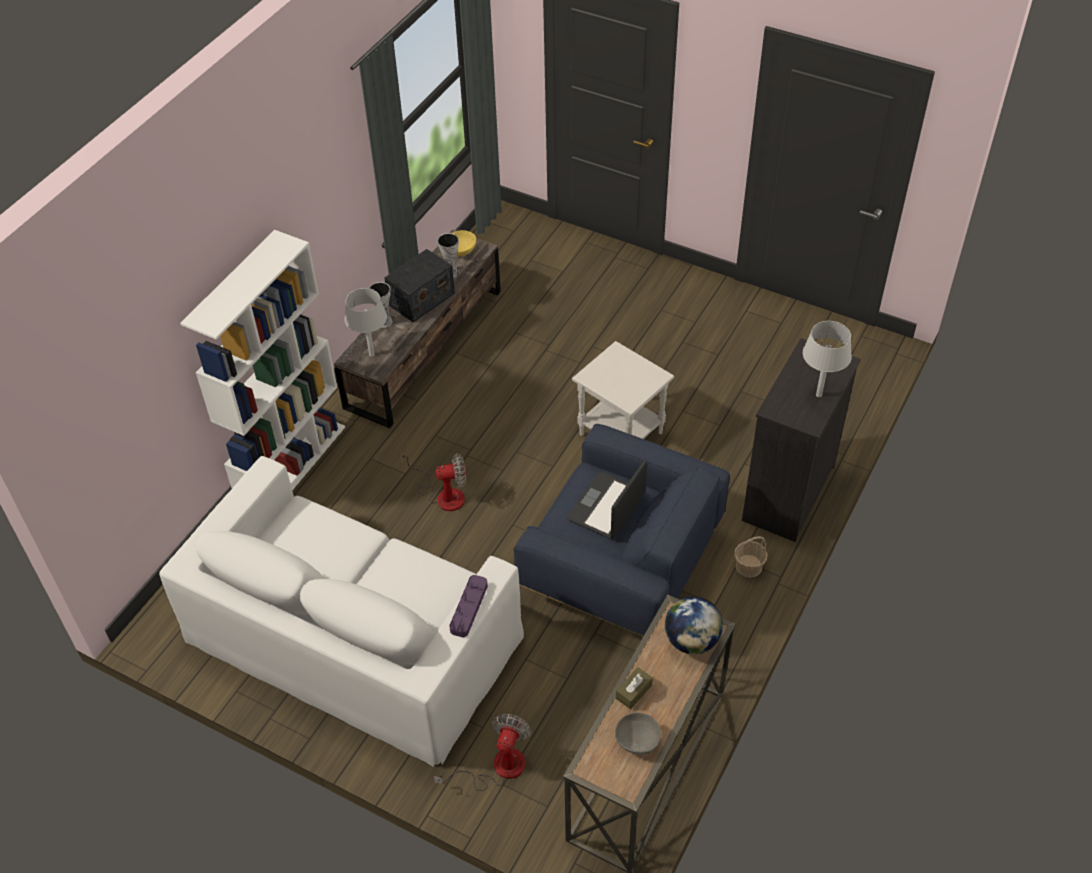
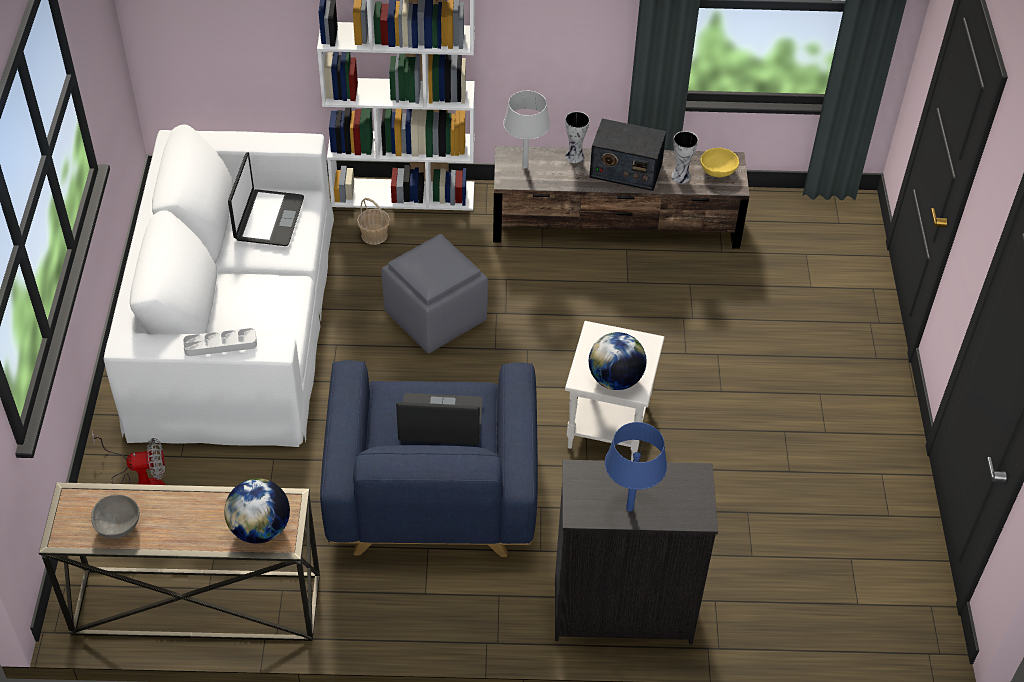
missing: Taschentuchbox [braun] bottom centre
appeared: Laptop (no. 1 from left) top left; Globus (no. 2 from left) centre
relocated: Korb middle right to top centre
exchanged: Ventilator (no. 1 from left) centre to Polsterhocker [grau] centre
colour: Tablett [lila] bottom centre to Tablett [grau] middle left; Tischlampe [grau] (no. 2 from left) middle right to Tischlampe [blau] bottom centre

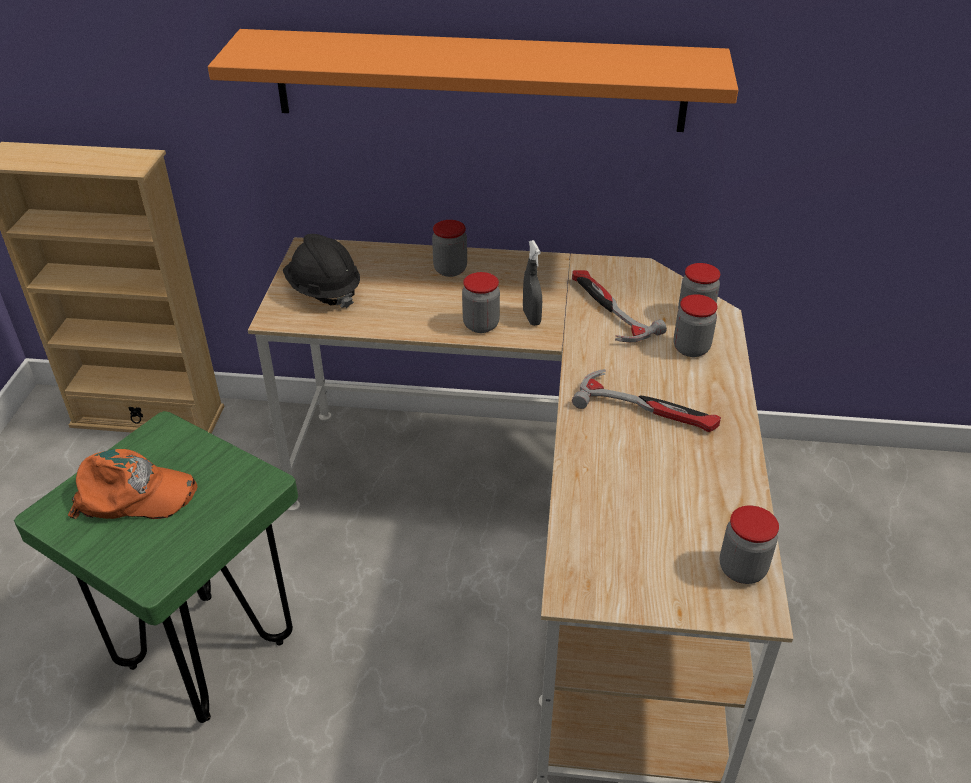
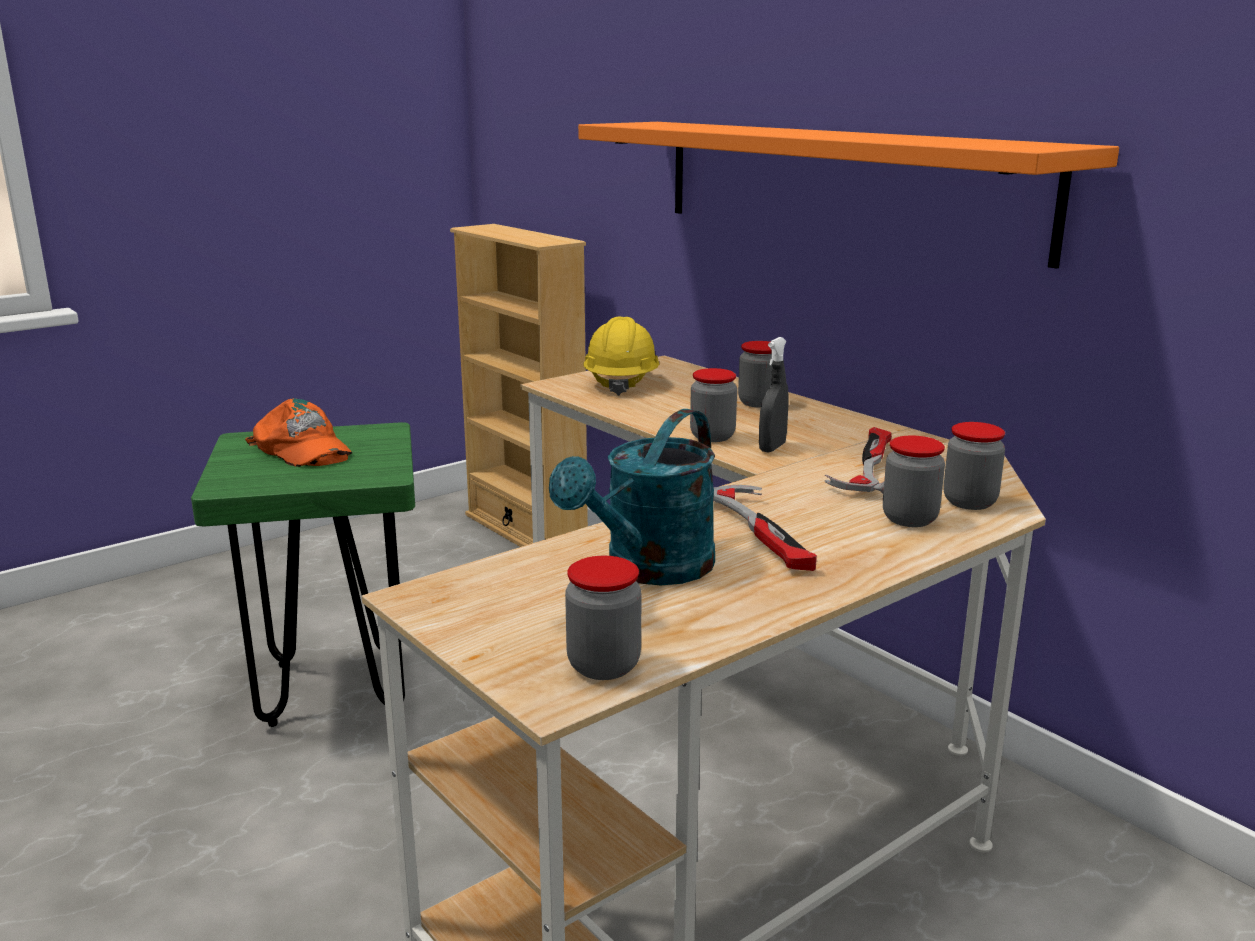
appeared: Gießkanne [türkis] centre
colour: Schutzhelm [schwarz] middle left to Schutzhelm [gelb] centre

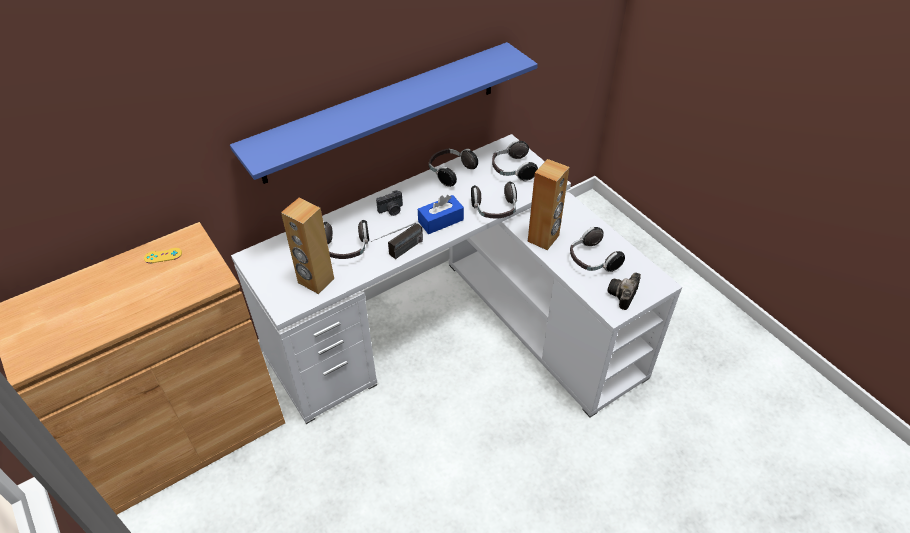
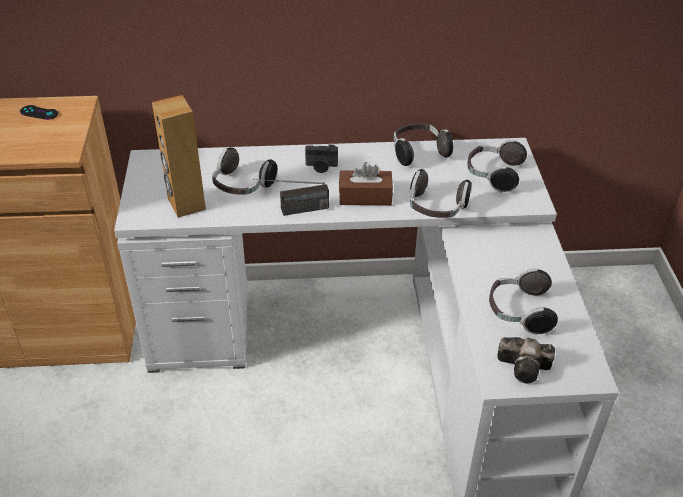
missing: Wandregal [blau] top centre; Lautsprecher [braun] (no. 2 from left) centre
colour: Gamepad [gelb] middle left to Gamepad [schwarz] top left; Taschentuchbox [blau] centre to Taschentuchbox [braun] centre
spun: Kamera (no. 2 from left) middle right = bottom right 135 degrees counterclockwise

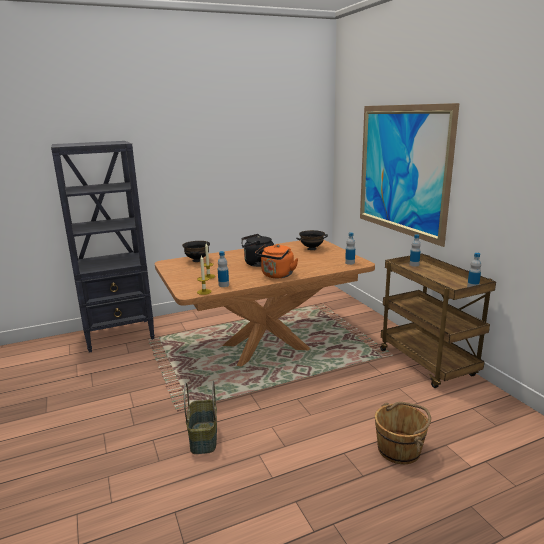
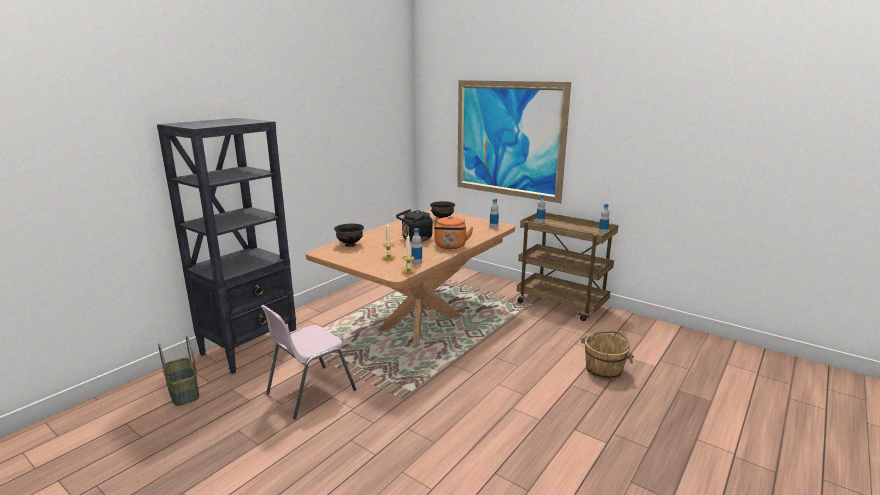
appeared: Stuhl [rosa] bottom centre
relocated: Korb bottom centre to bottom left

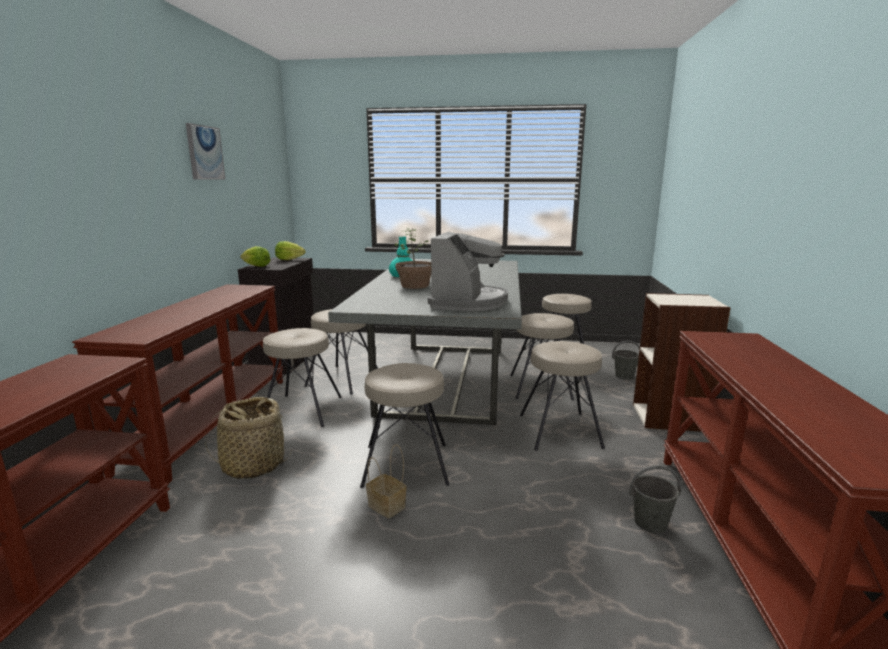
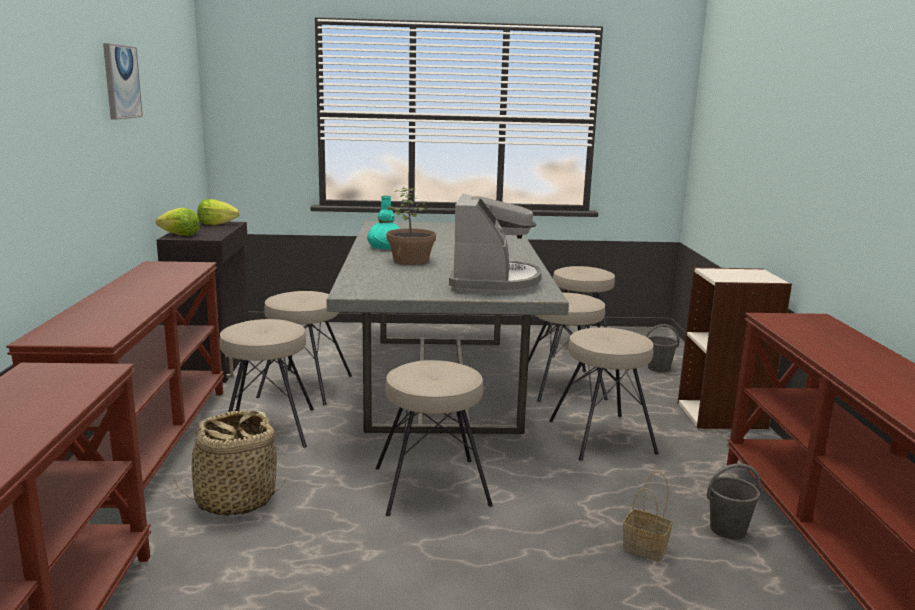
relocated: Korb (no. 2 from left) bottom centre to bottom right

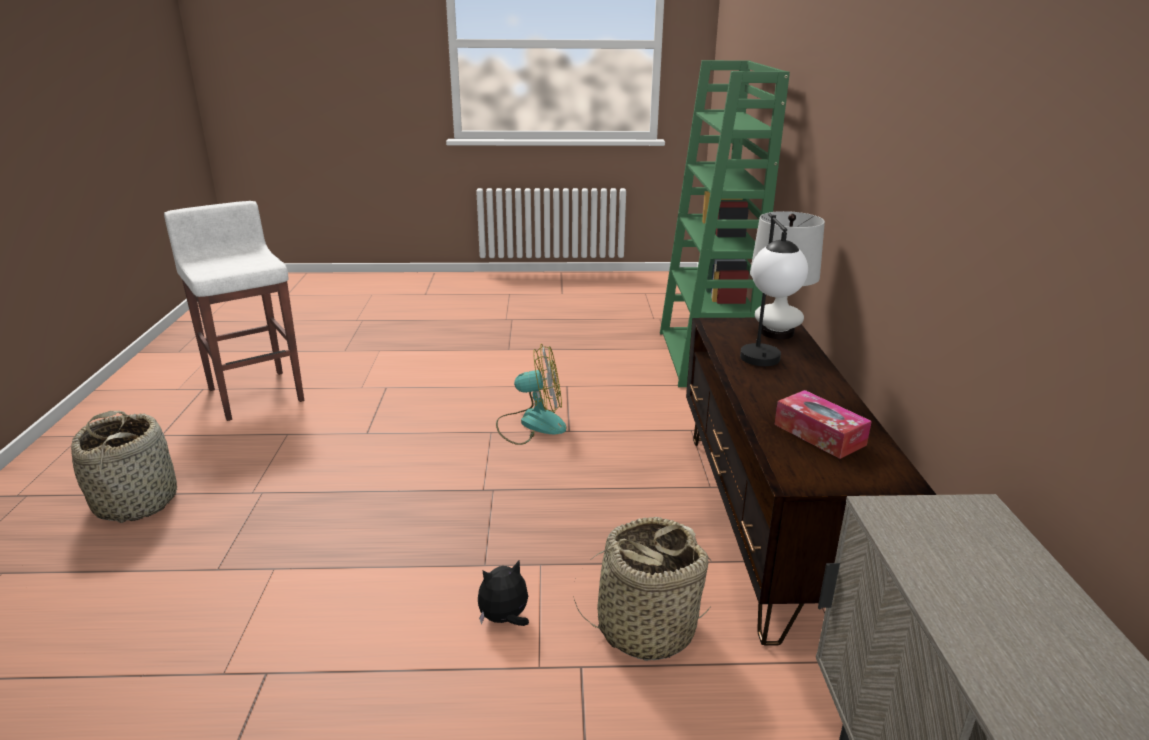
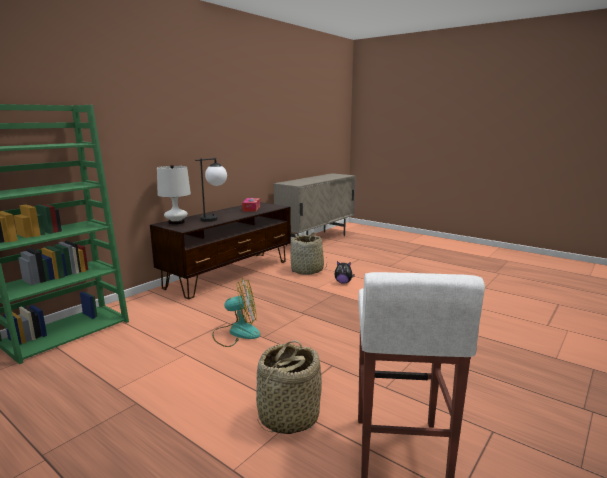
relocated: Korb (no. 1 from left) middle left to bottom centre
spun: Ventilator centre = centre 135 degrees clockwise

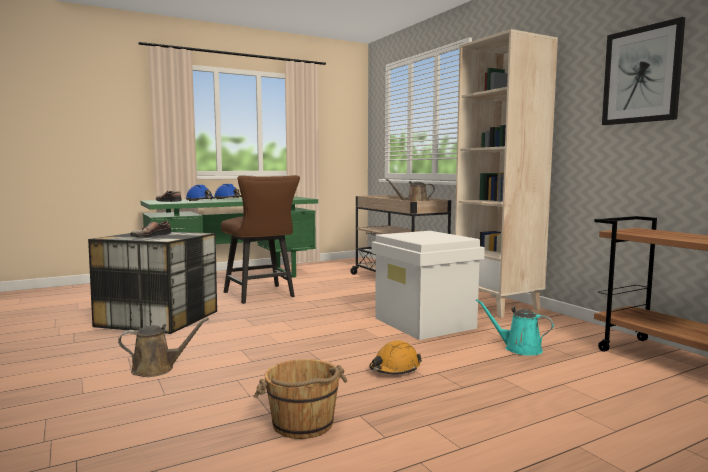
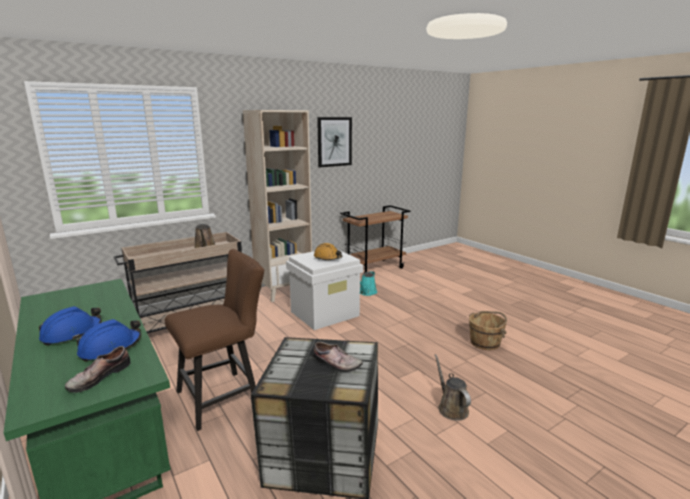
relocated: Schutzhelm [orange] bottom centre to centre

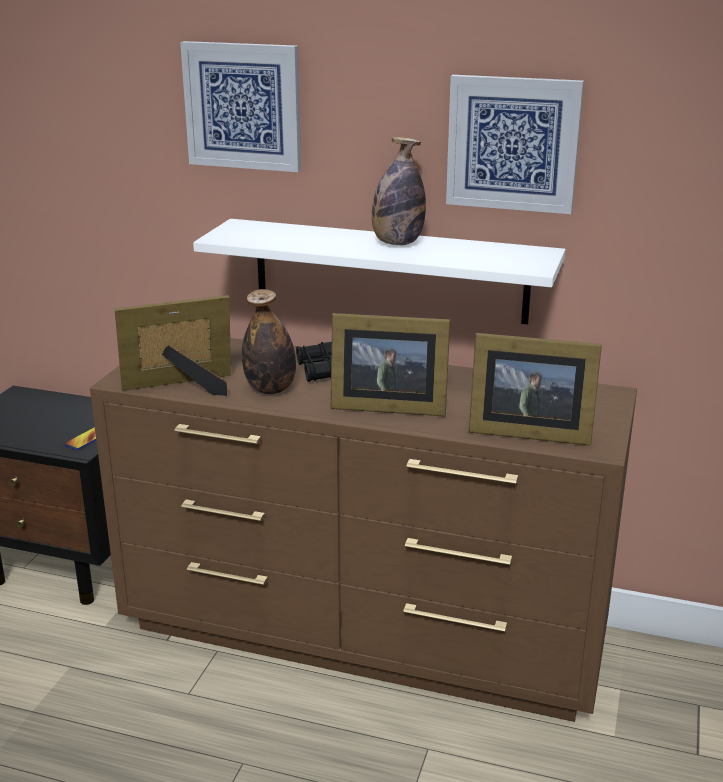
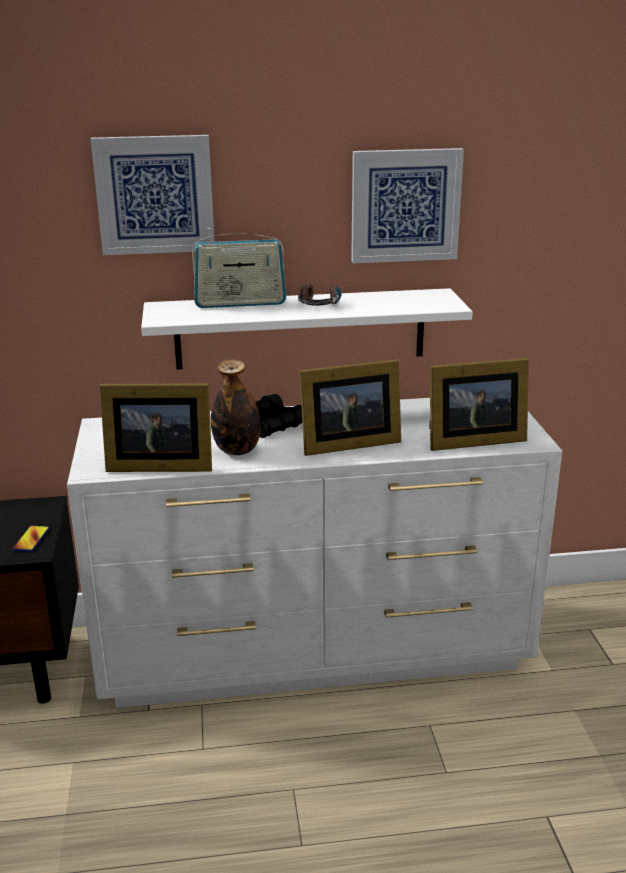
appeared: Radio top centre
exchanged: Flasche (no. 2 from left) top centre to Kopfhörer centre
colour: Kommode [braun] bottom centre to Kommode [weiß] centre
spun: Bilderrahmen (no. 1 from left) middle left = middle left 135 degrees counterclockwise

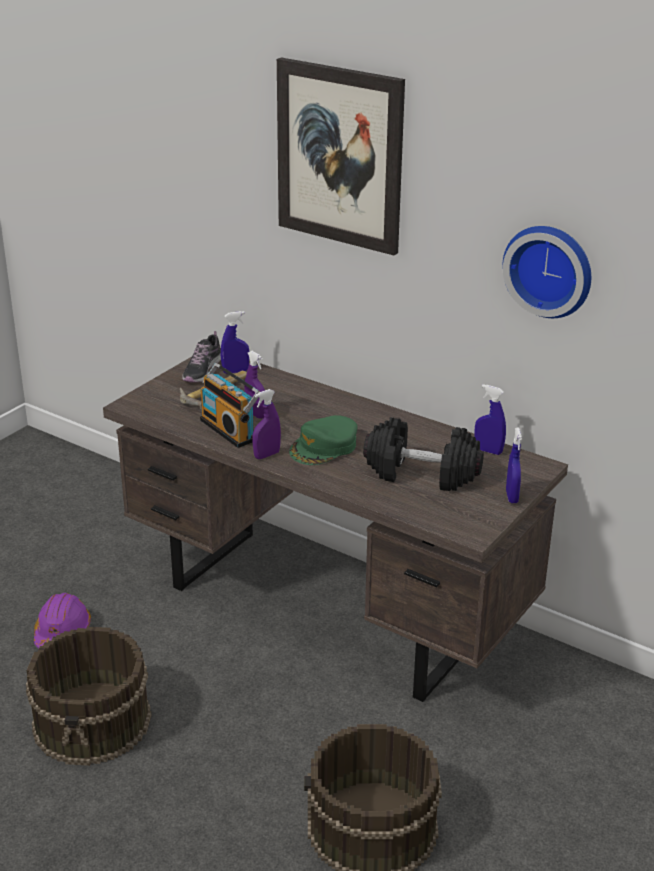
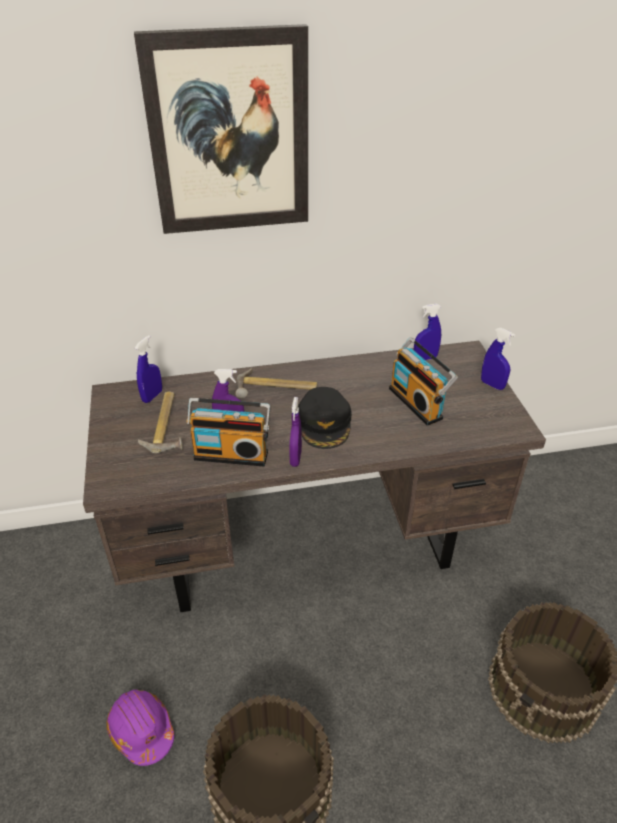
missing: Schuh middle left; Wanduhr top right
appeared: Hammer (no. 2 from left) centre
exchanged: Hantel [schwarz] centre to Radio (no. 2 from left) middle right
colour: Kappe [grün] centre to Kappe [schwarz] centre

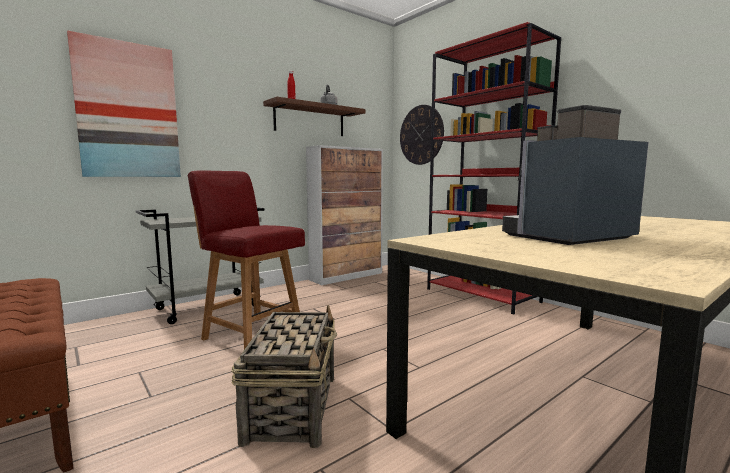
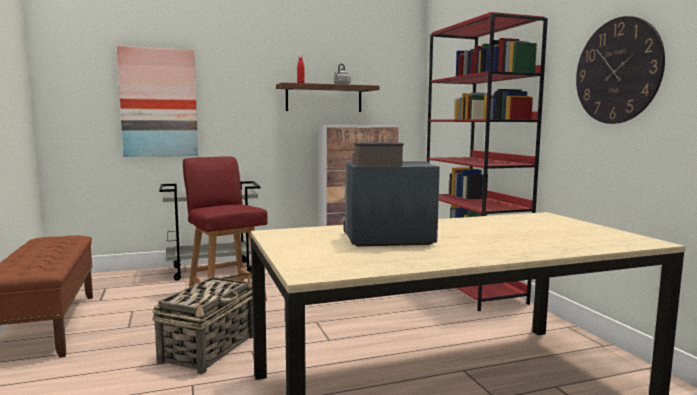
relocated: Wanduhr top centre to top right

